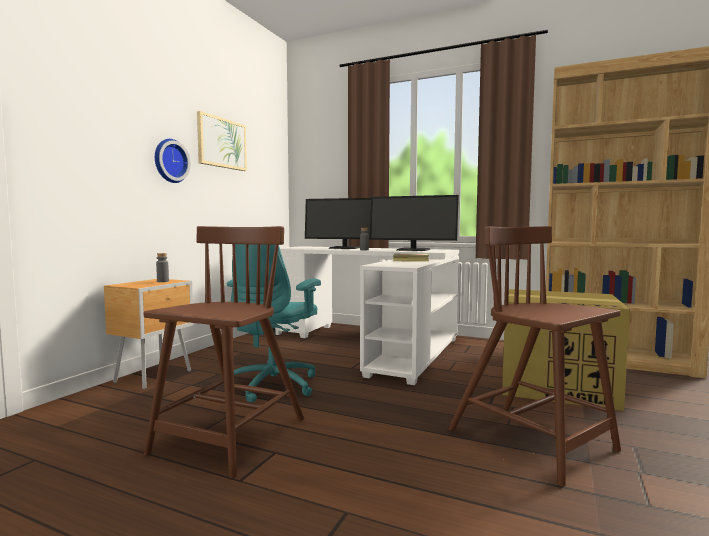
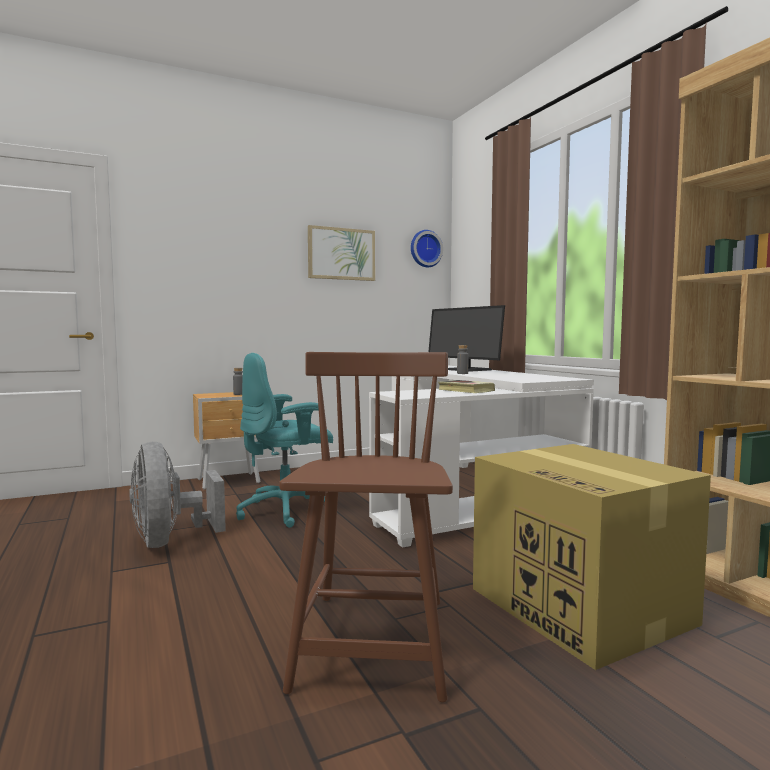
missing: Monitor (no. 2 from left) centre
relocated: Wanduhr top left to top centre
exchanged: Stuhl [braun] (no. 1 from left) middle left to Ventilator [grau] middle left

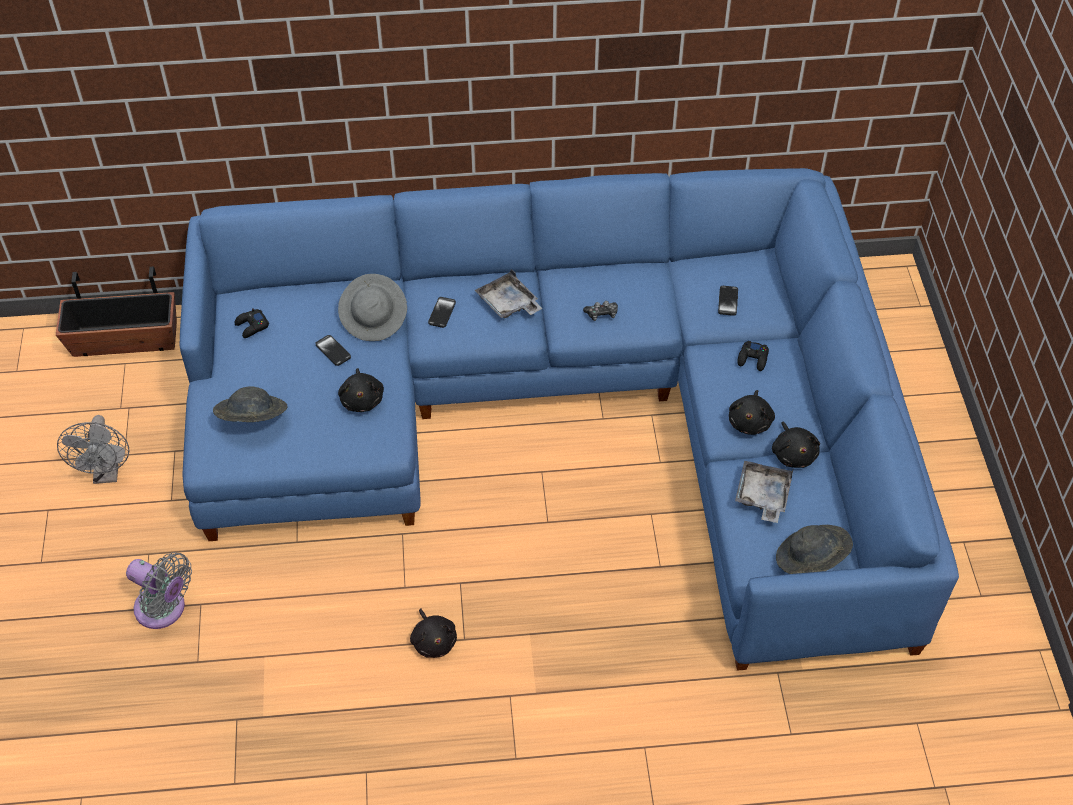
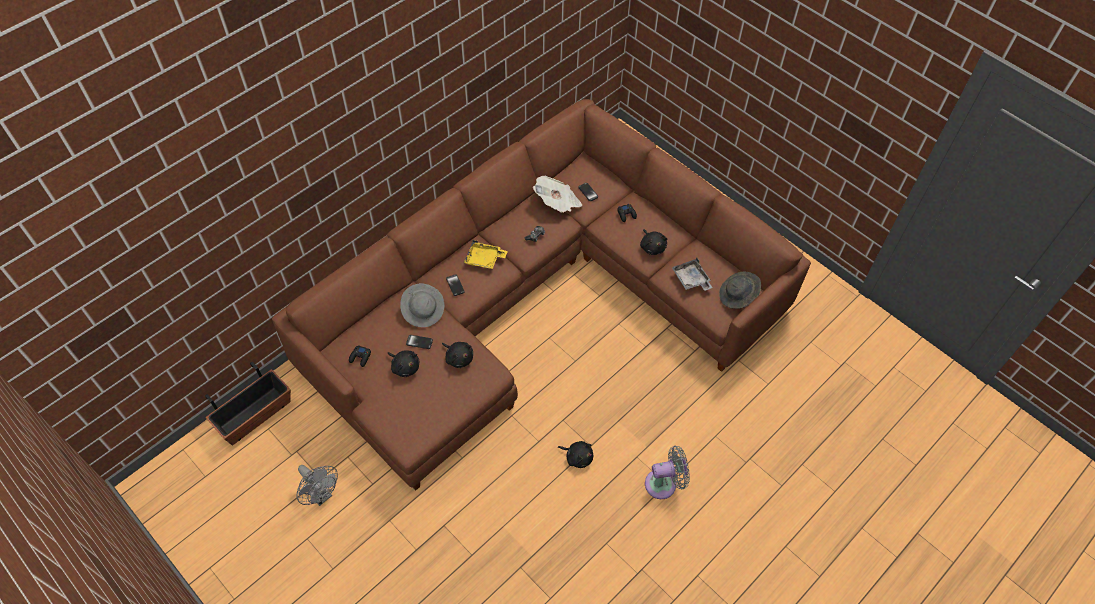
missing: Hut [grau] (no. 1 from left) middle left
appeared: Zeitung top centre
relocated: Plüschtier [schwarz] (no. 4 from left in the first image) middle right to Plüschtier [schwarz] (no. 1 from left) centre; Ventilator [grau] (no. 2 from left) bottom left to bottom centre
colour: Sofa [blau] centre to Sofa [braun] centre; Tablett [grau] (no. 1 from left) centre to Tablett [gelb] centre

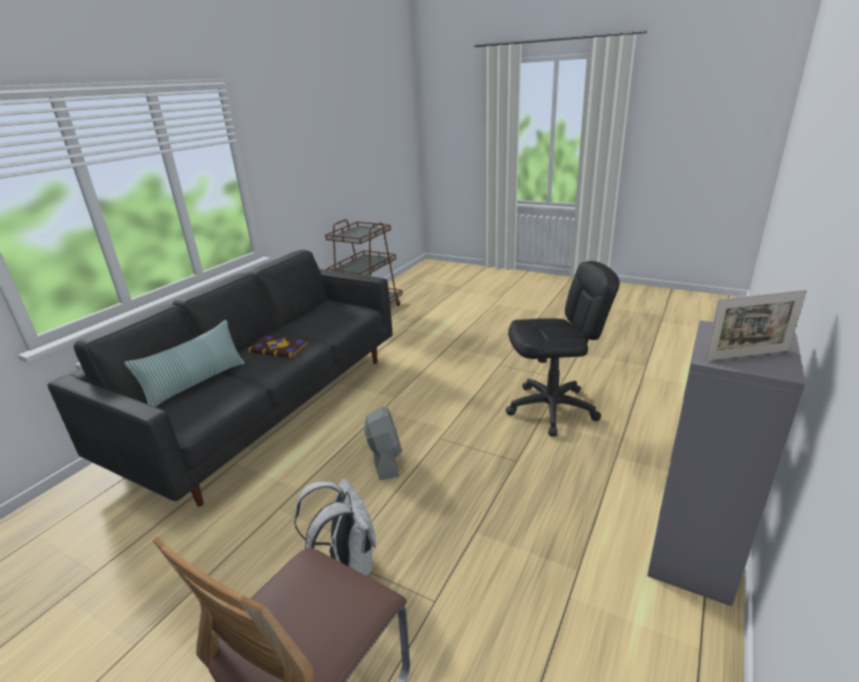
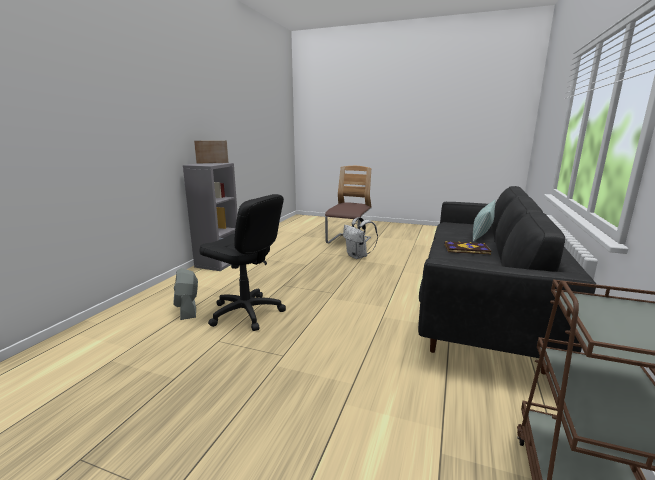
relocated: Ventilator [grau] centre to middle left
spun: Bürostuhl [schwarz] centre = centre 135 degrees counterclockwise

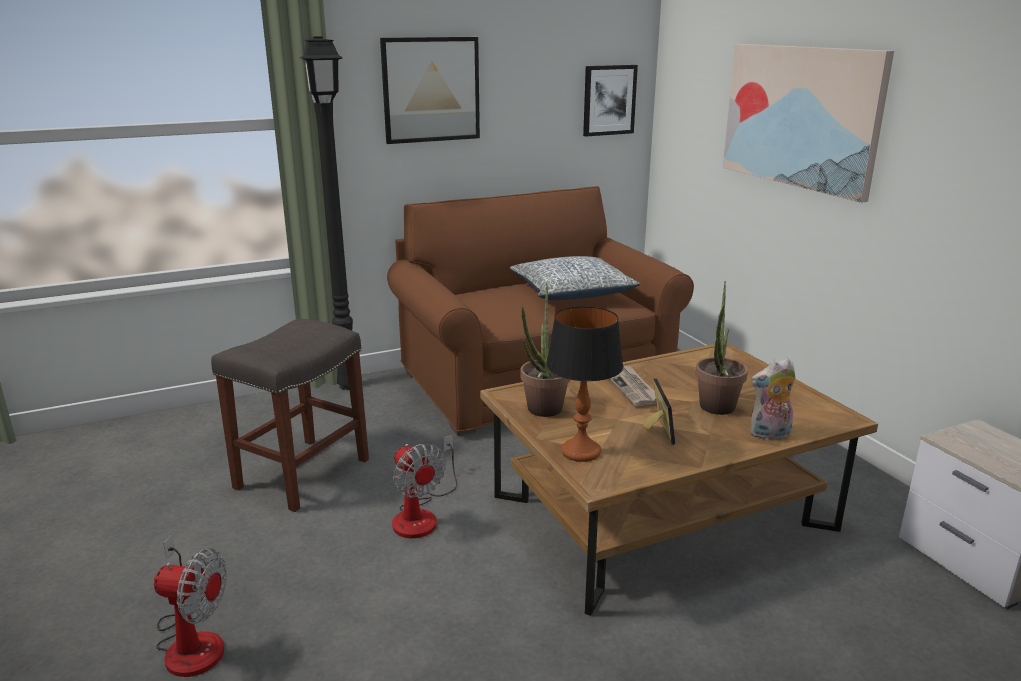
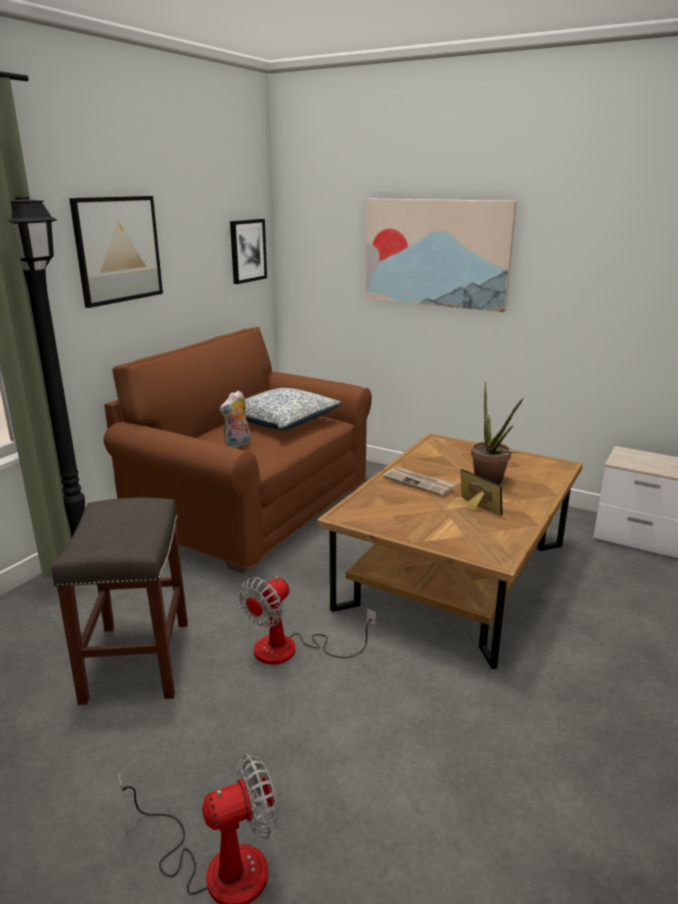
missing: Topfpflanze (no. 1 from left) centre; Tischlampe centre
relocated: Plüschtier middle right to centre
spun: Ventilator (no. 2 from left) bottom centre = bottom centre 105 degrees clockwise

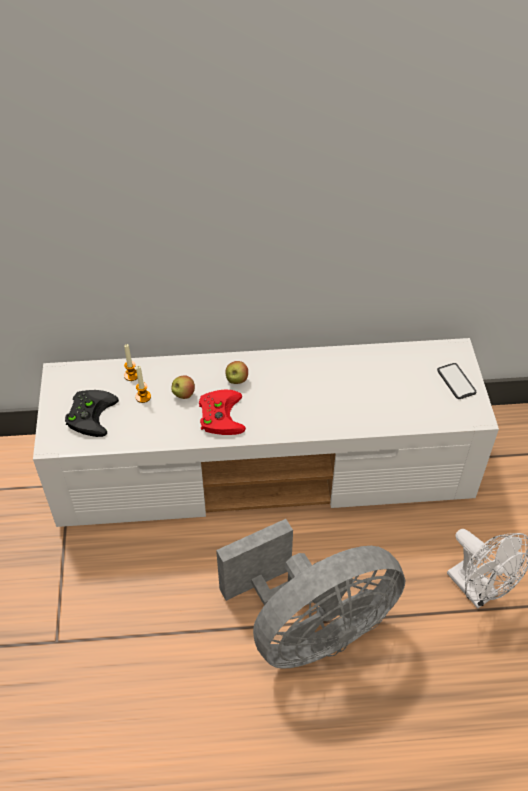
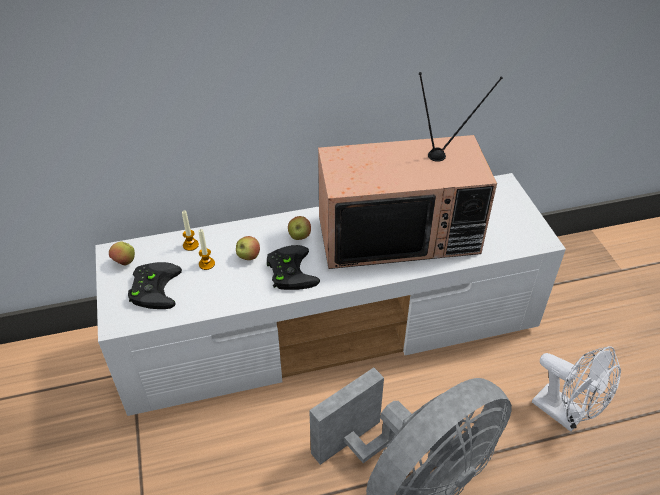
missing: Handy middle right
appeared: Apfel (no. 1 from left) middle left; Fernseher centre
colour: Gamepad [rot] centre to Gamepad [schwarz] (no. 2 from left) centre

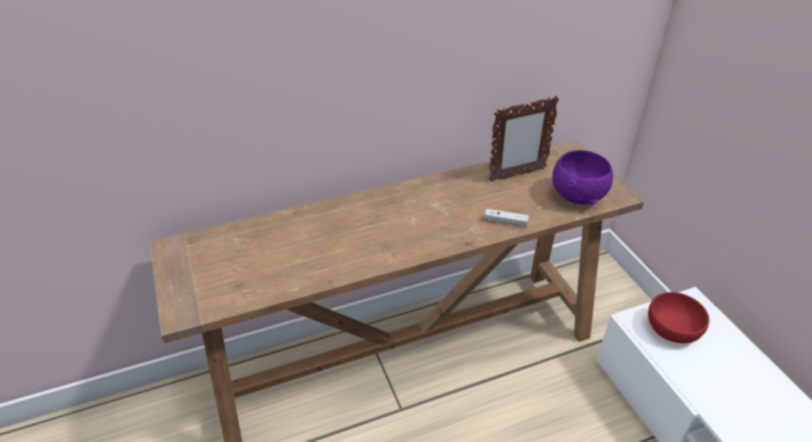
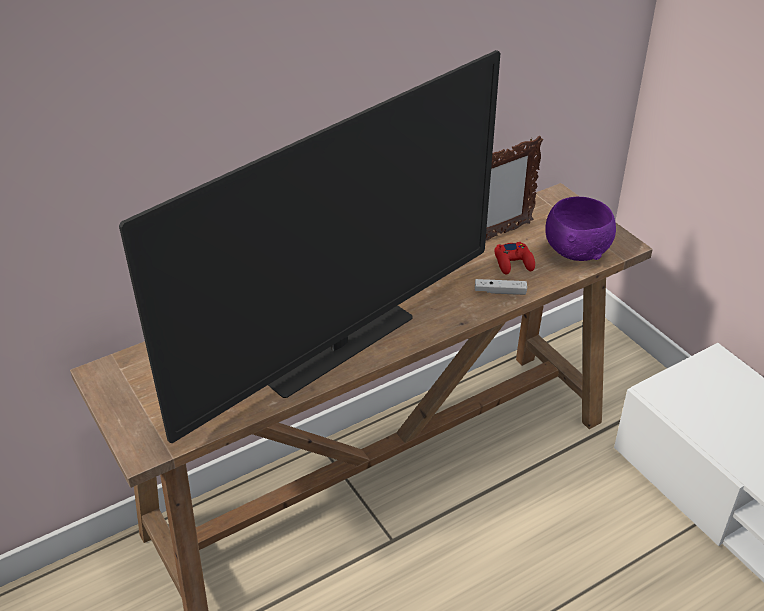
missing: Schüssel [rot] bottom right
appeared: Fernseher centre; Gamepad [rot] middle right

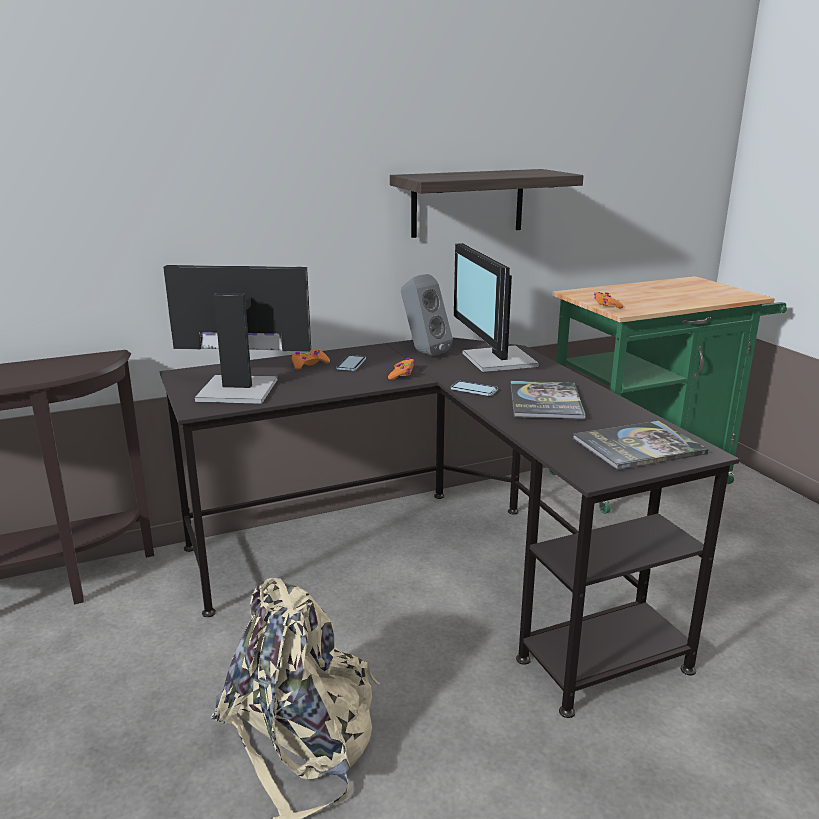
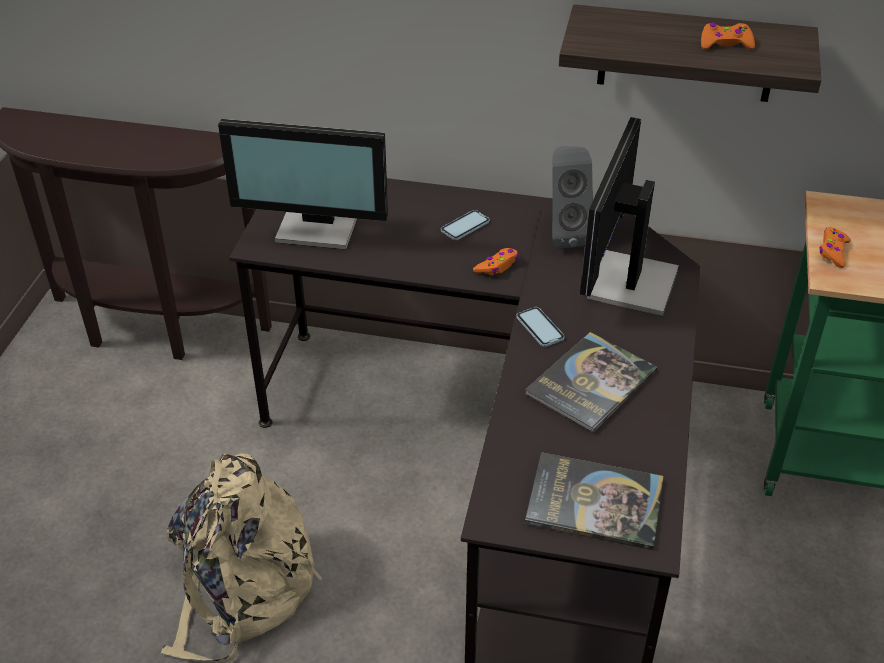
relocated: Gamepad [orange] (no. 1 from left in the first image) centre to Gamepad [orange] (no. 2 from left) top right
spun: Monitor (no. 1 from left) middle left = top centre 150 degrees clockwise

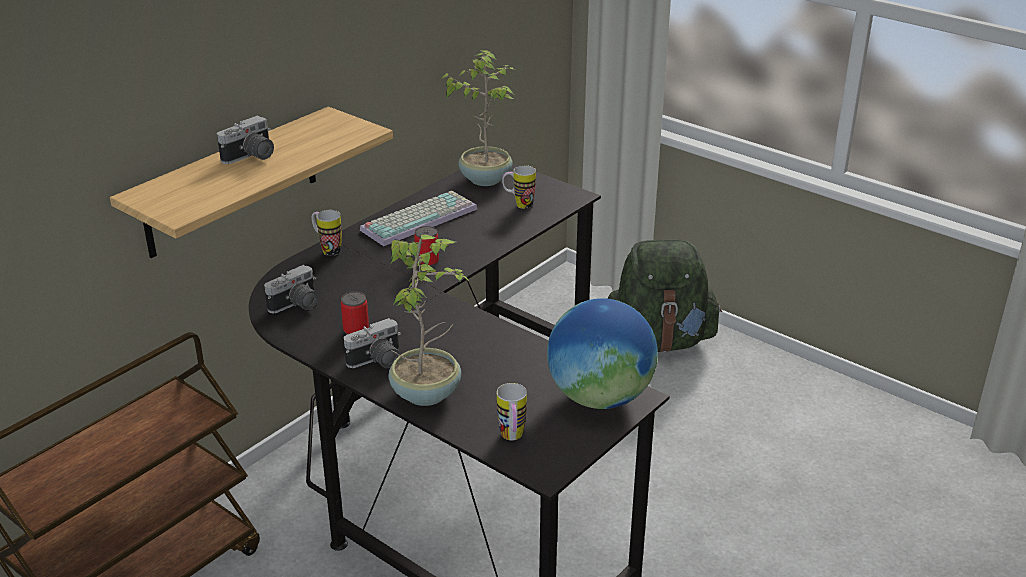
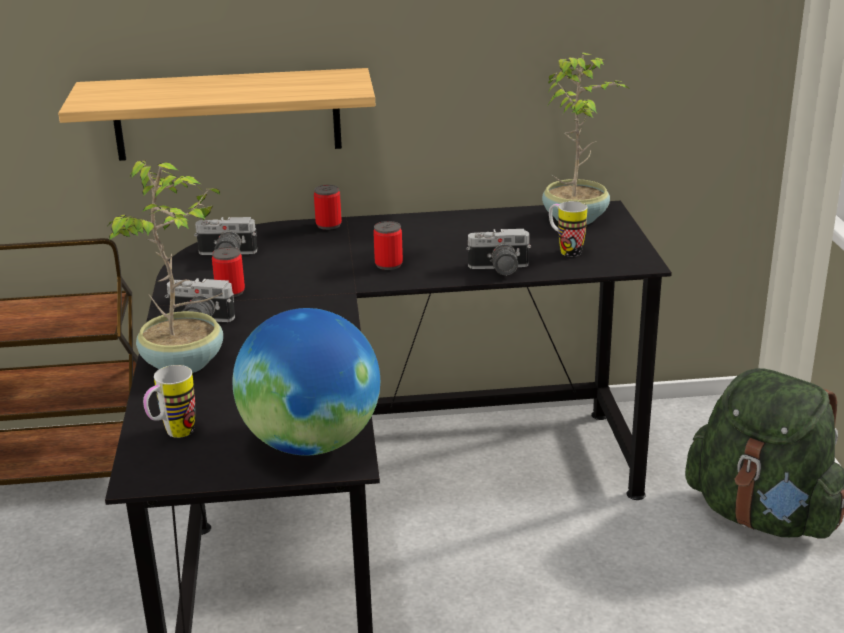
missing: Tastatur centre
relocated: Kamera (no. 1 from left in the first image) top left to Kamera (no. 3 from left) centre
exchanged: Henkelbecher (no. 1 from left) middle left to Dose (no. 2 from left) top centre

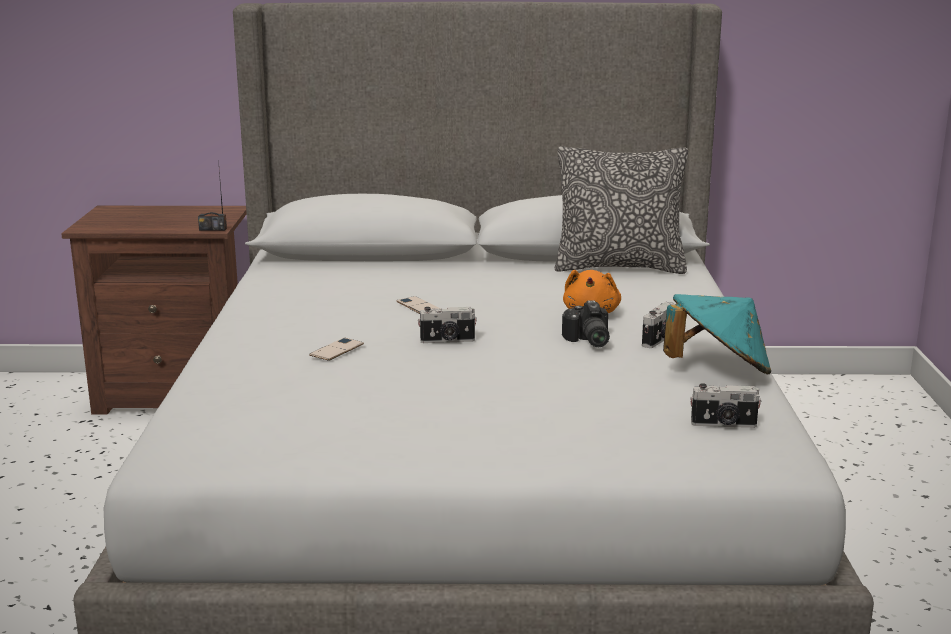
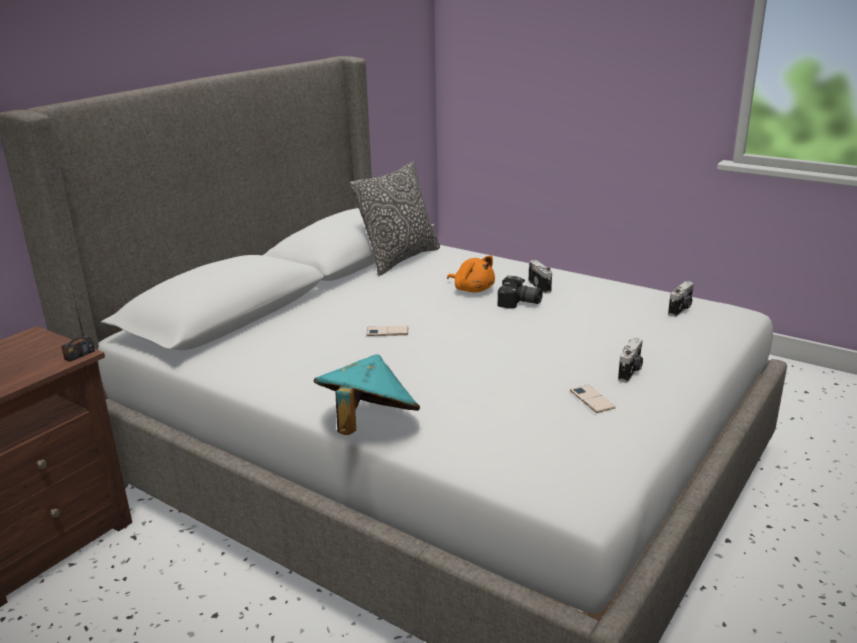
relocated: Hut [türkis] middle right to centre; Handy (no. 1 from left in the first image) centre to Handy (no. 2 from left) middle right; Kamera (no. 1 from left in the first image) centre to Kamera (no. 3 from left) middle right

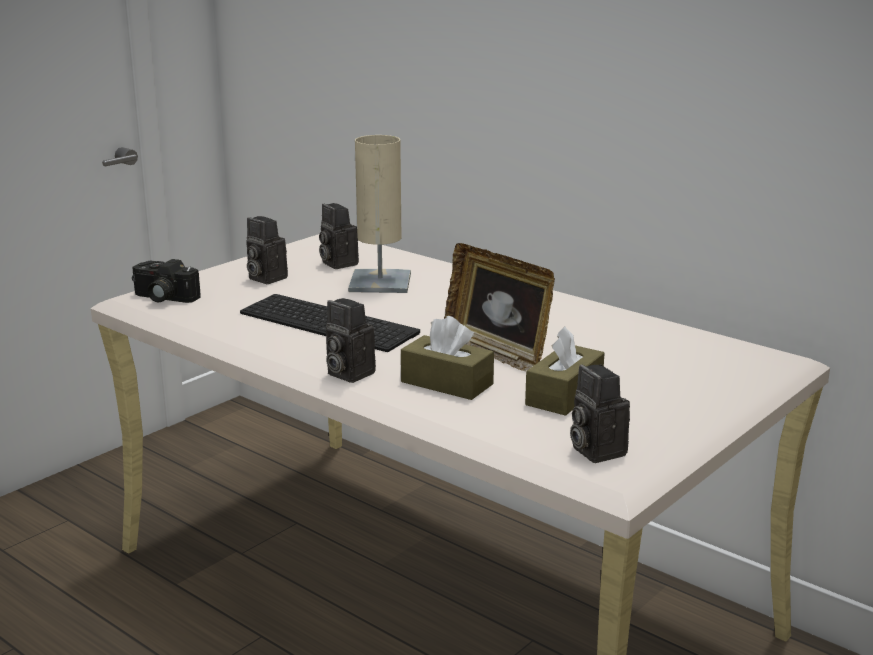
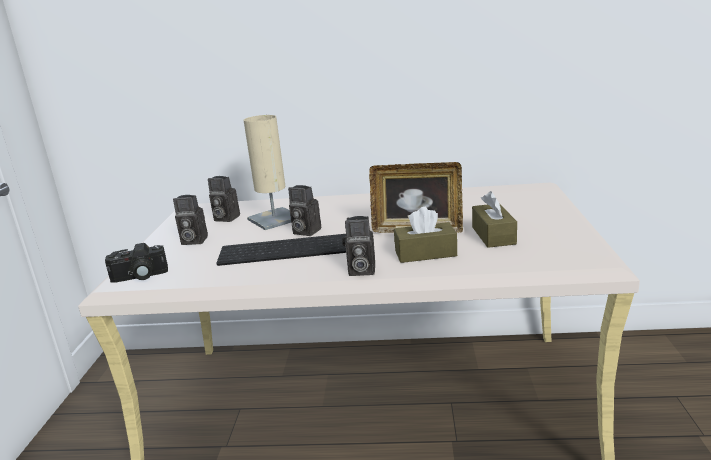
relocated: Kamera (no. 5 from left in the first image) middle right to Kamera (no. 4 from left) centre

